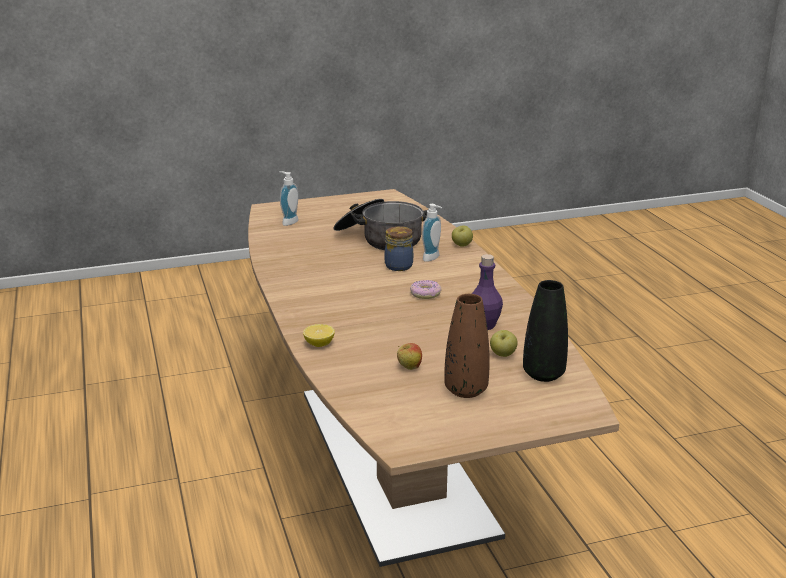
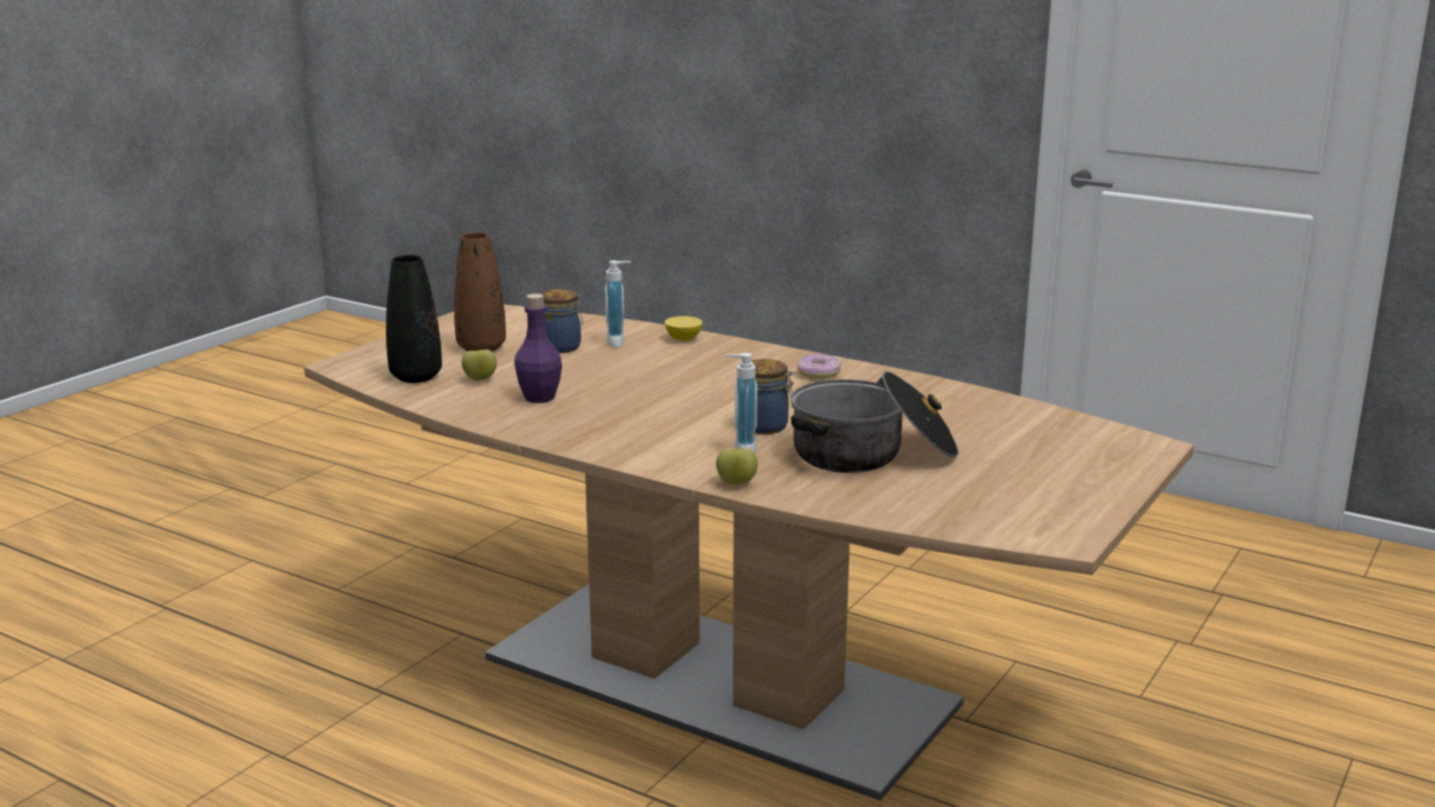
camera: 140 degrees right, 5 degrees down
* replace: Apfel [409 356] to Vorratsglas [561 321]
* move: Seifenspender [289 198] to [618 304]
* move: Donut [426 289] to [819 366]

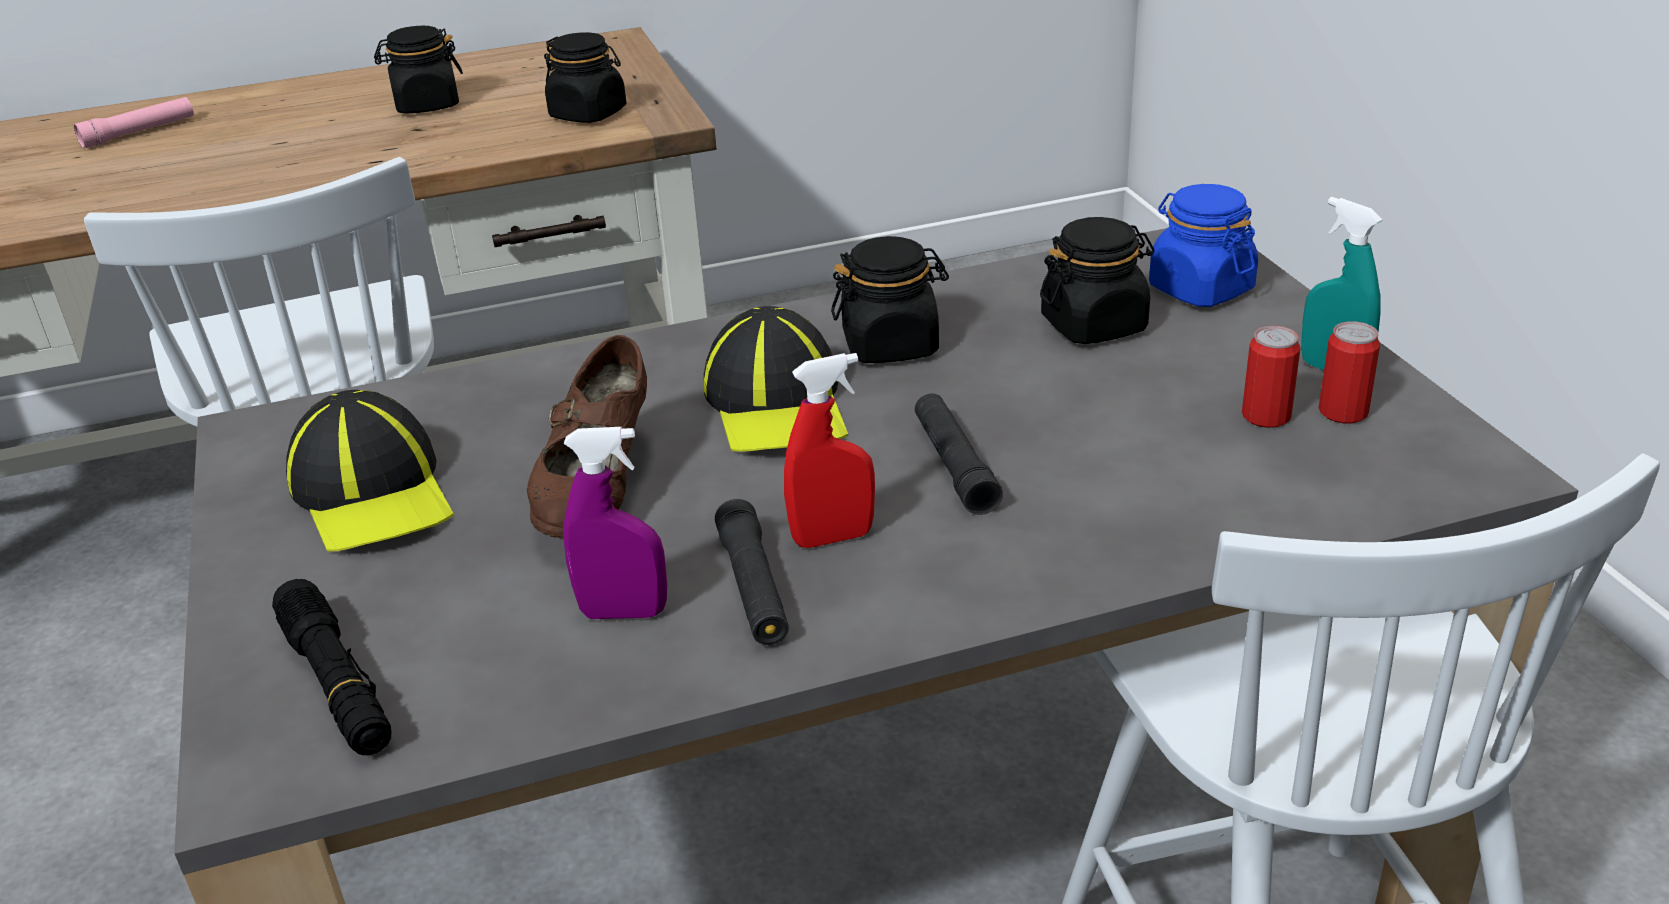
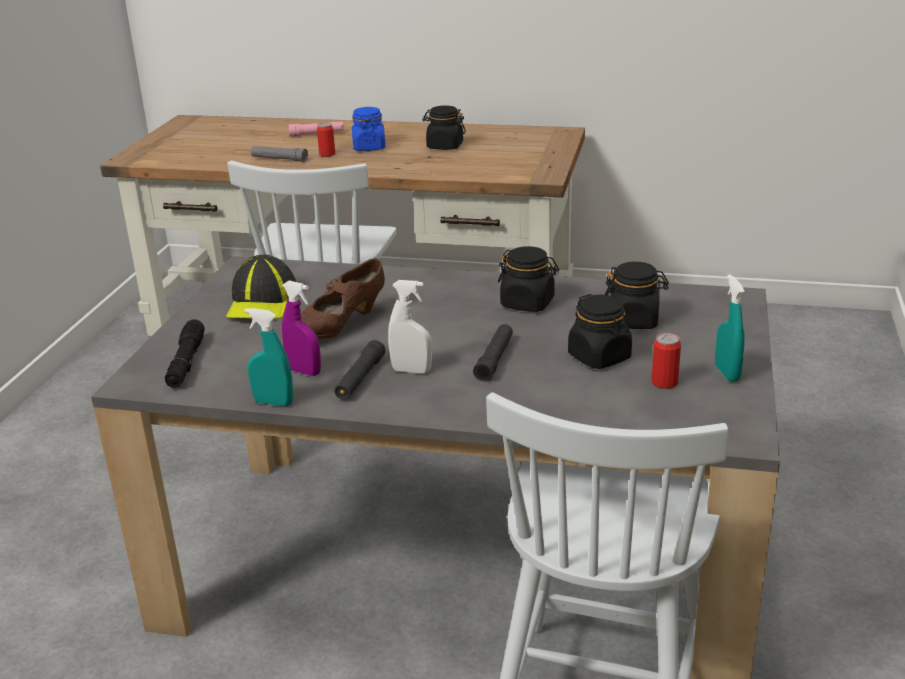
camera: 30 degrees right, 5 degrees down
* insert: Sprühflasche (türkis) [268 357]
* insert: Taschenlampe (grau) [279 154]
* move: Dose [1349 372] to [326 139]
* move: Vorratsglas (blau) [1203 245] to [368 129]
* recolor: Sprühflasche (rot) [829 450] to Sprühflasche (weiß) [410 327]
* move: Vorratsglas (schwarz) [585 77] to [600 331]
* delete: Kappe [776 379]

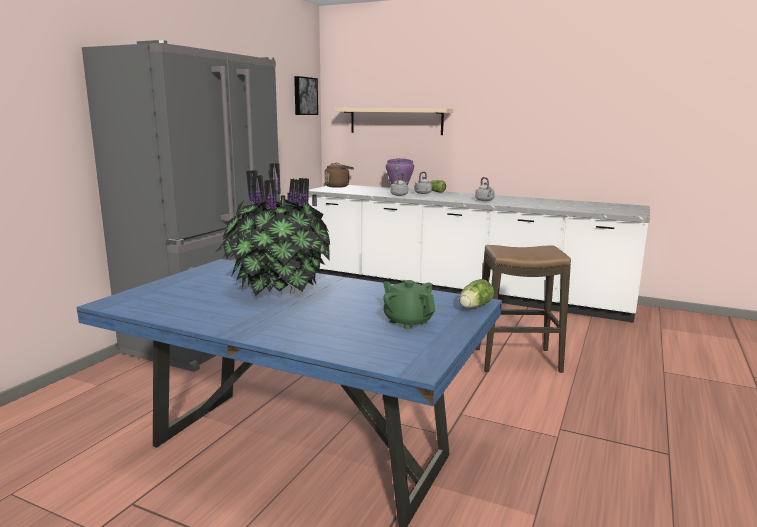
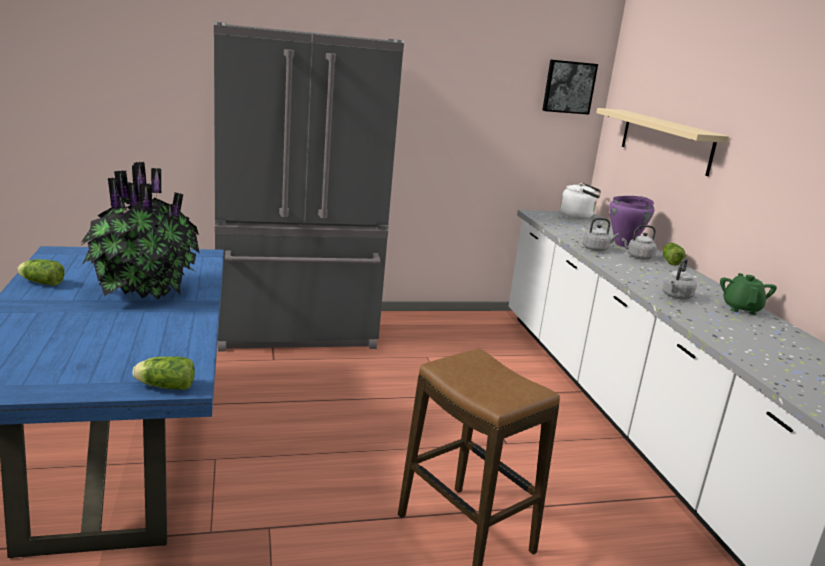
camera: 50 degrees right, 5 degrees up
* insert: Salatkopf [41 272]
* recolor: Wasserkessel (braun) [339 175] to Wasserkessel (weiß) [580 201]
* move: Teekanne (grün) [409 304] to [748 294]

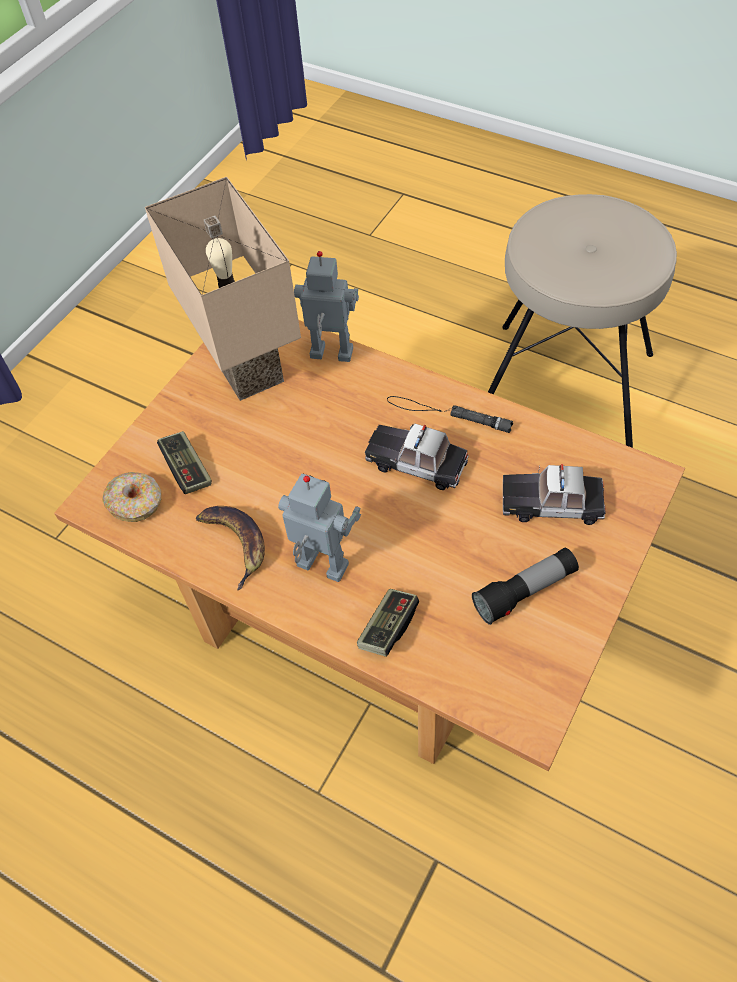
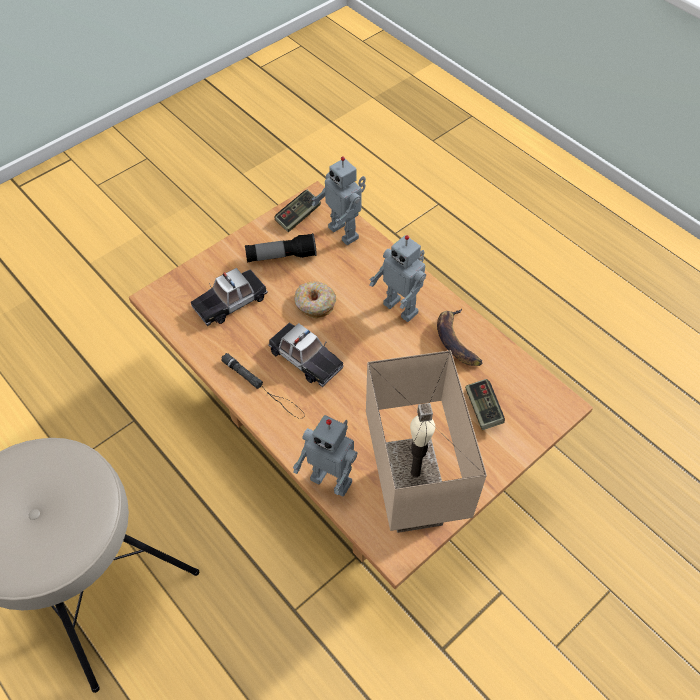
camera: 165 degrees left, 0 degrees up
* rotate: Spielzeugauto [554 494] = [229 297] 120 degrees clockwise
* move: Gamepad [388 623] to [297 211]
* move: Donut [132 497] to [315 300]
* insert: Spielzeugroboter [339 201]

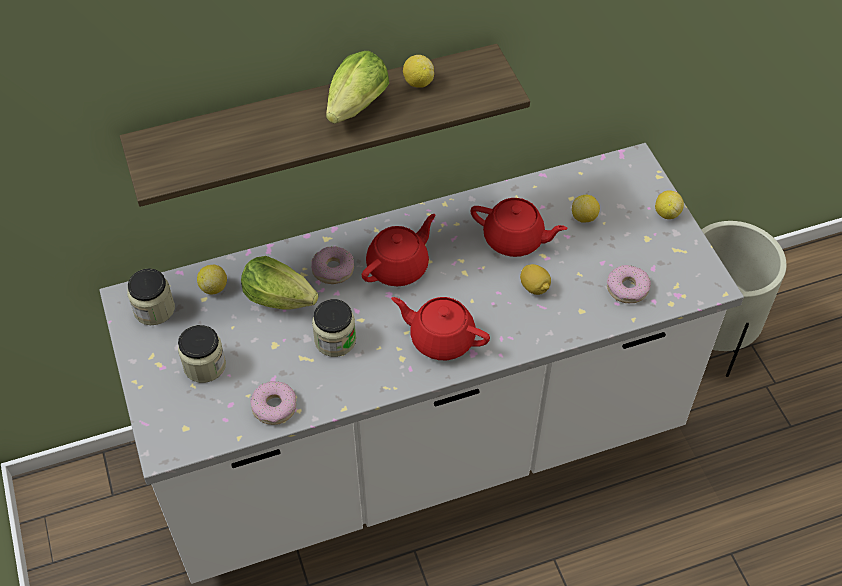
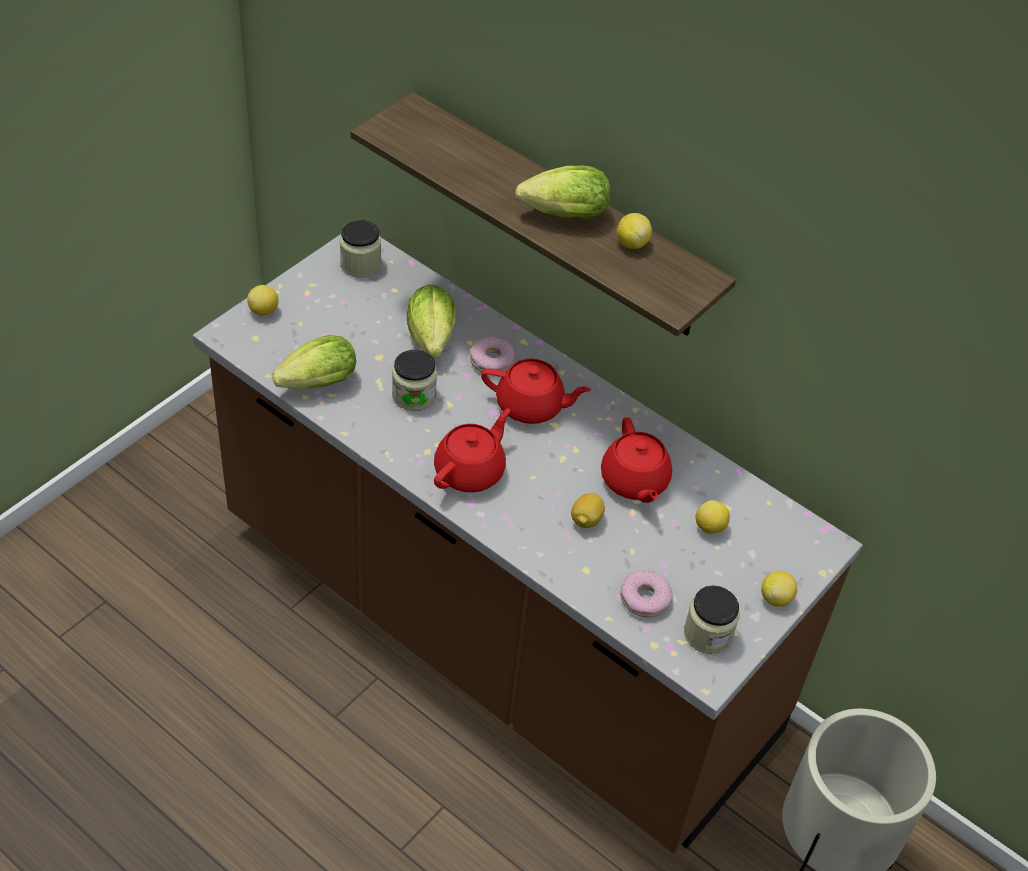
camera: 55 degrees right, 5 degrees down
* recolor: Küchenzeile (weiß) [421 363] to Küchenzeile (braun) [528 543]
* move: Zitrone [212 280] to [262 300]
* replace: Donut [273 403] to Salatkopf [314 362]
* rotate: Teekanne (rot) [440 328] = [472 450] 45 degrees clockwise
* move: Vorratsglas [202 354] to [711 619]

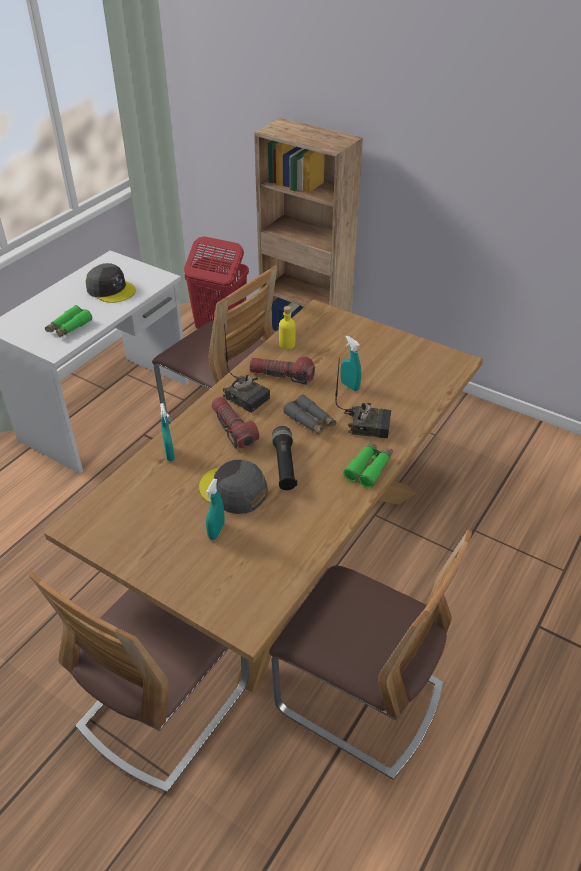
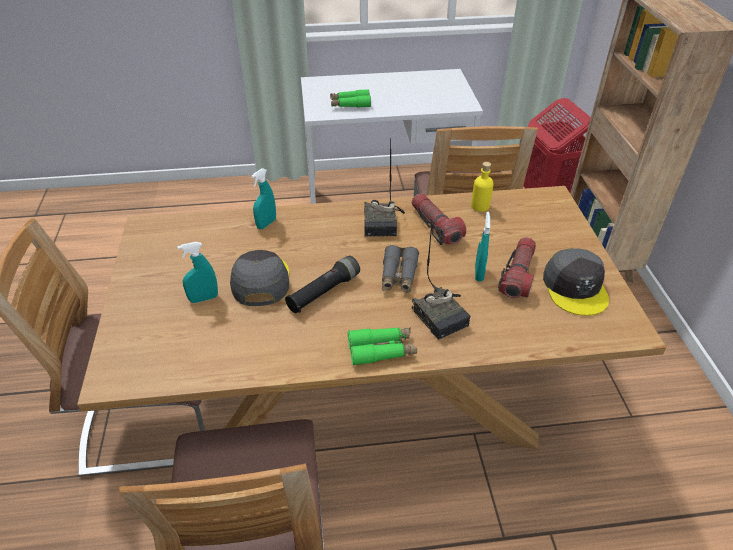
camera: 50 degrees right, 0 degrees up
* move: Taschenlampe [235 423] to [517 267]
* move: Kappe (grau) [111 283] to [576 282]

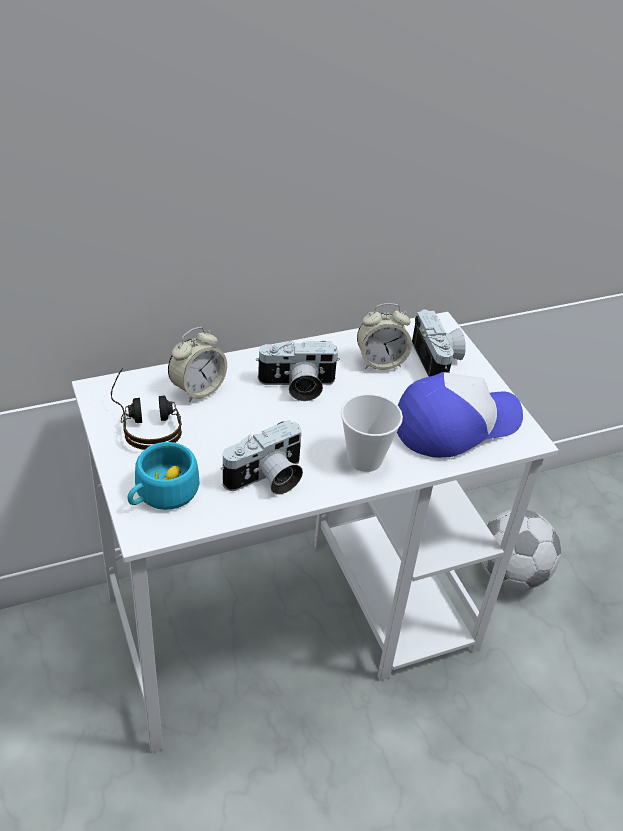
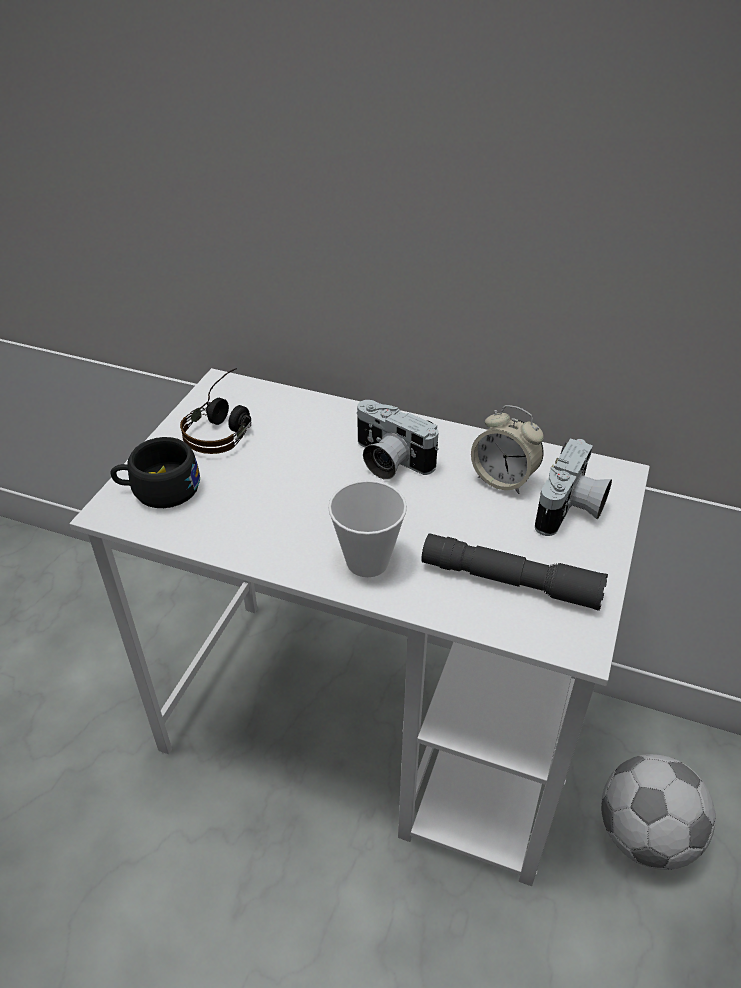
camera: 45 degrees right, 0 degrees up
* recolor: Tasse (türkis) [163 476] to Tasse (schwarz) [155 472]
* replace: Kappe [460 415] to Taschenlampe (grau) [514 572]
* delete: Wecker [197 364]
* delete: Kamera [262 457]

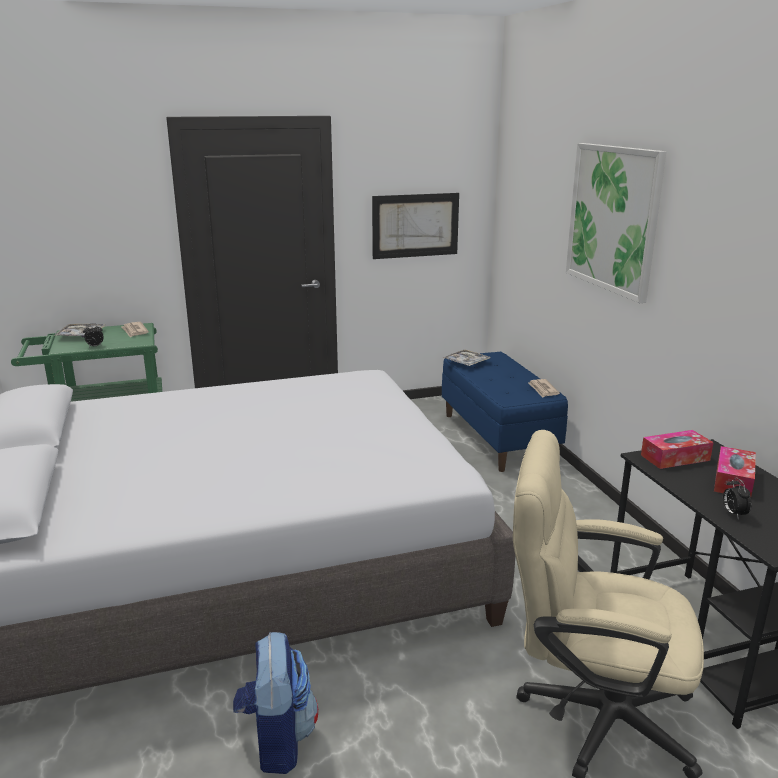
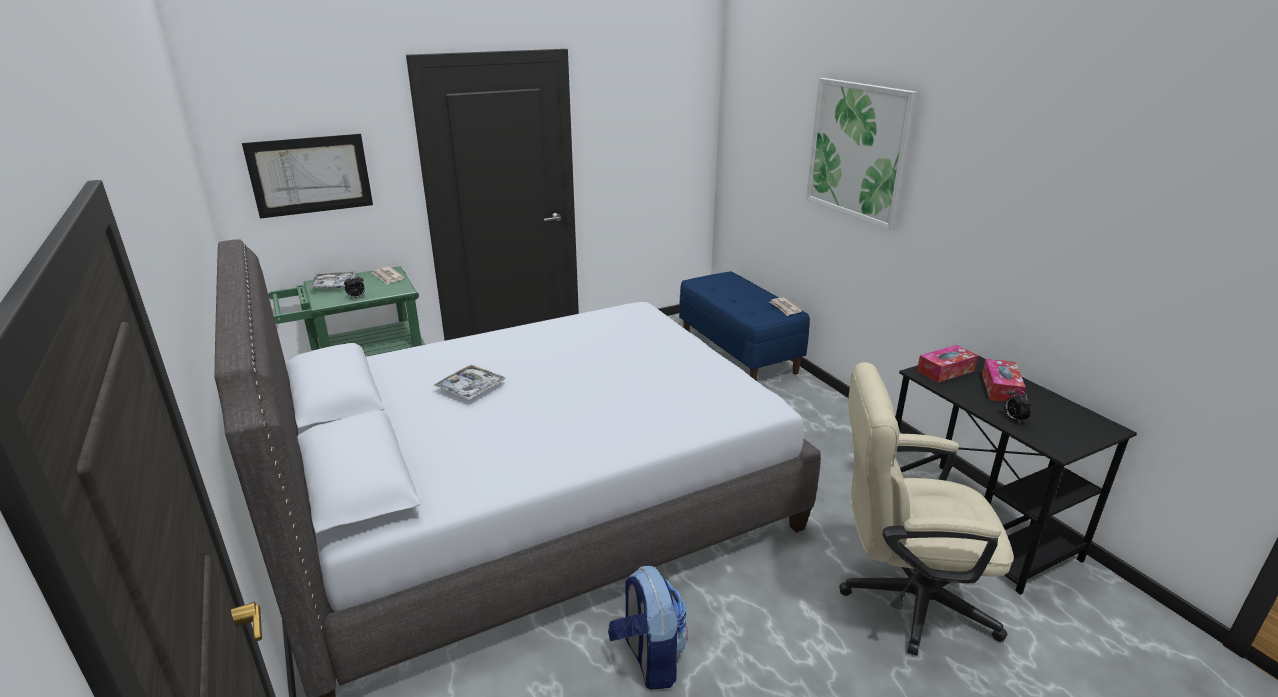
camera: 10 degrees left, 5 degrees up
* move: Bild [415 226] to [307 176]
* move: Tablett [467 358] to [469 382]

